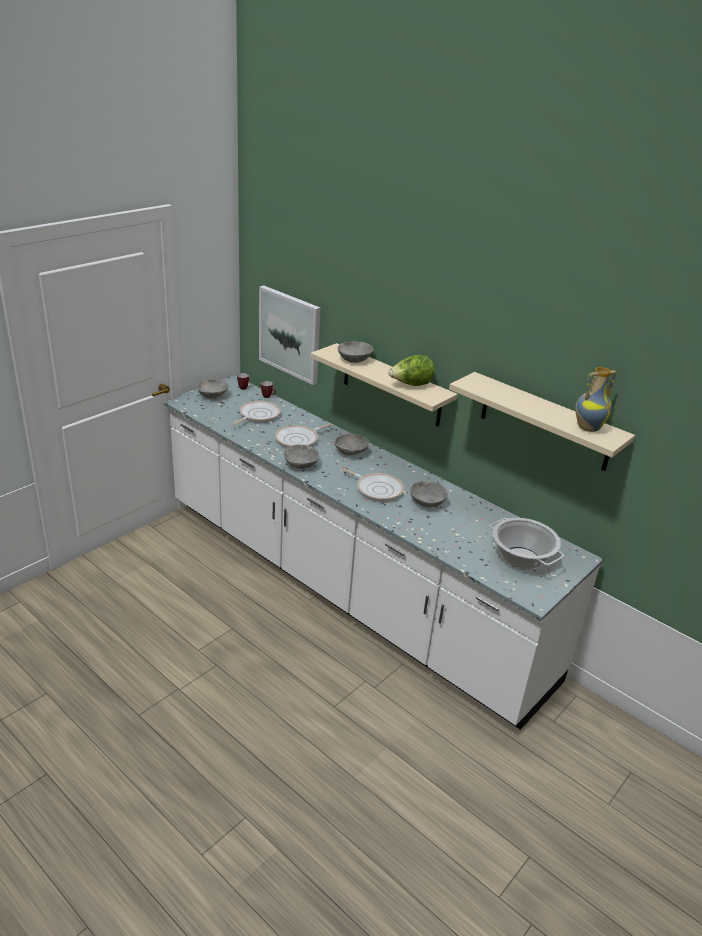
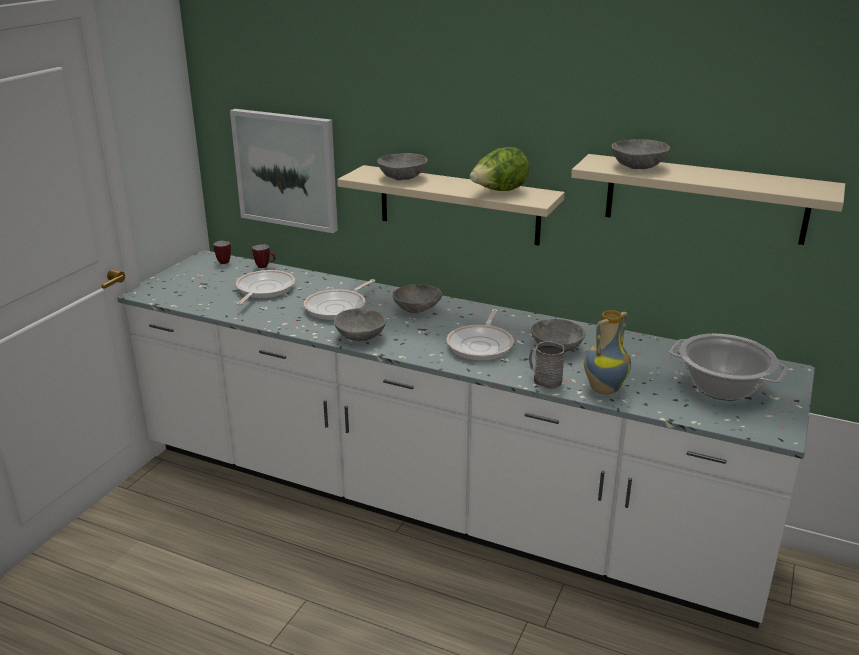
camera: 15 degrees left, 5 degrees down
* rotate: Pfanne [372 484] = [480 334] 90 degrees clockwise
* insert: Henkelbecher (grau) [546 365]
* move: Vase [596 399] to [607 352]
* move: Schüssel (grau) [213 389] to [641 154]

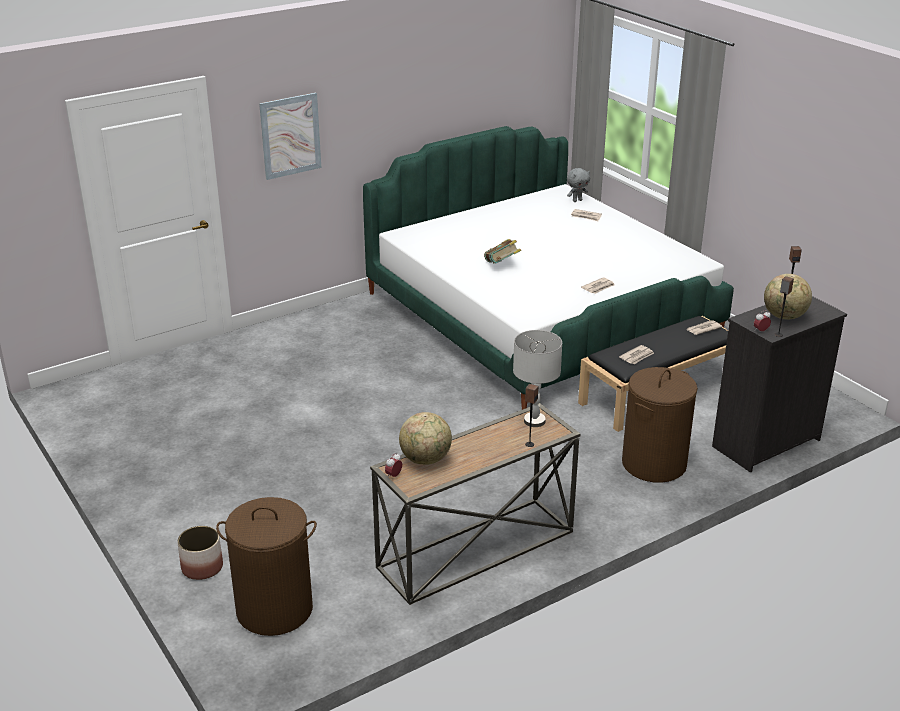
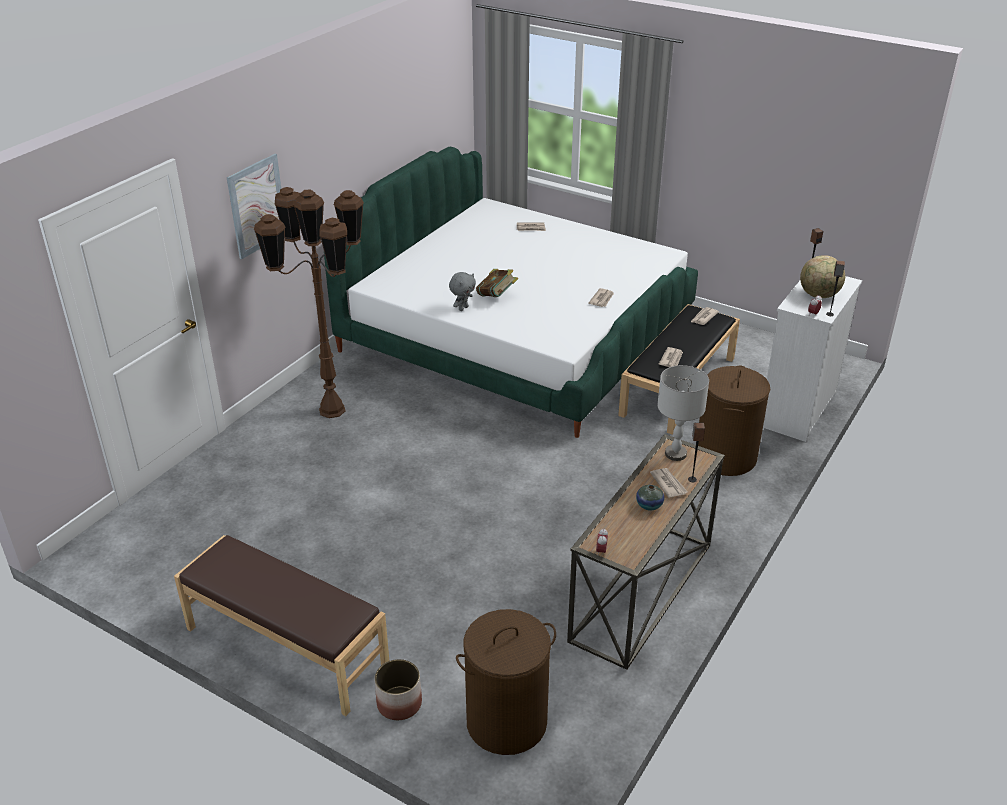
camera: 25 degrees left, 5 degrees up
* insert: Bank (braun) [281 625]
* insert: Stehlampe (braun) [309 302]
* move: Plüschtier (grau) [578 185] to [462 291]
* insert: Vase [650 498]
* insert: Zeitung [669 483]
* recolor: Kommode (schwarz) [779 384] to Kommode (weiß) [812 359]
* delete: Globus [425 438]

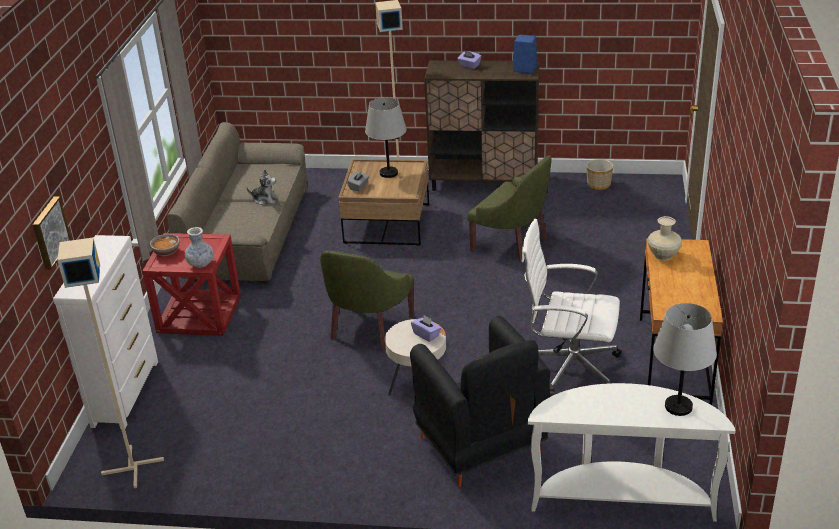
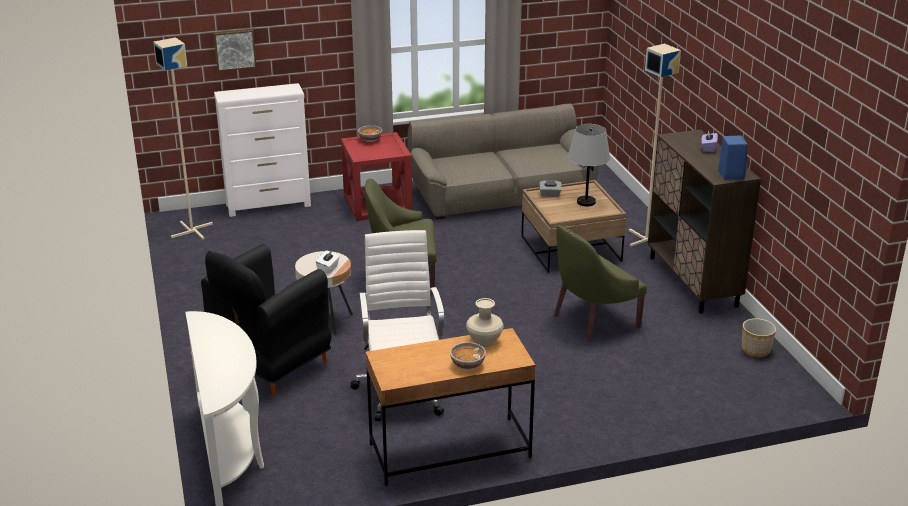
camera: 65 degrees right, 5 degrees down
* recolor: Taschentuchbox (lila) [426 328] to Taschentuchbox (weiß) [328 261]
* insert: Schüssel [468 356]
* rotate: Sessel (grün) [509 209] = [600 283] 45 degrees clockwise
* delete: Vase [199 247]
* delete: Plüschtier [262 187]
* delete: Tischlampe (grau) [685 359]

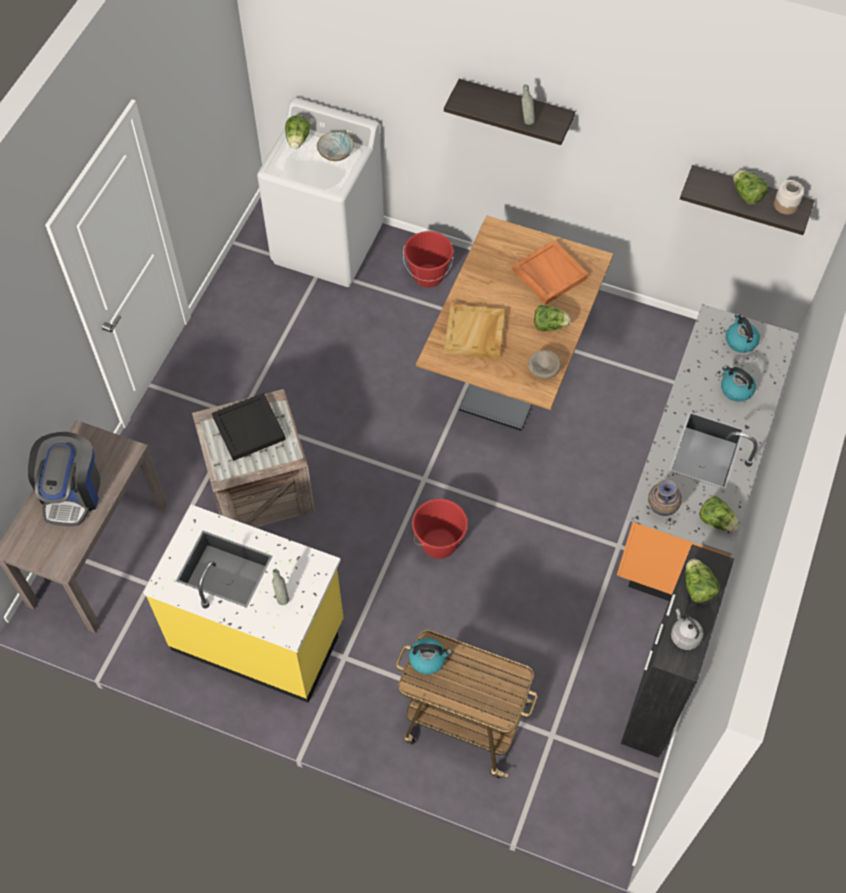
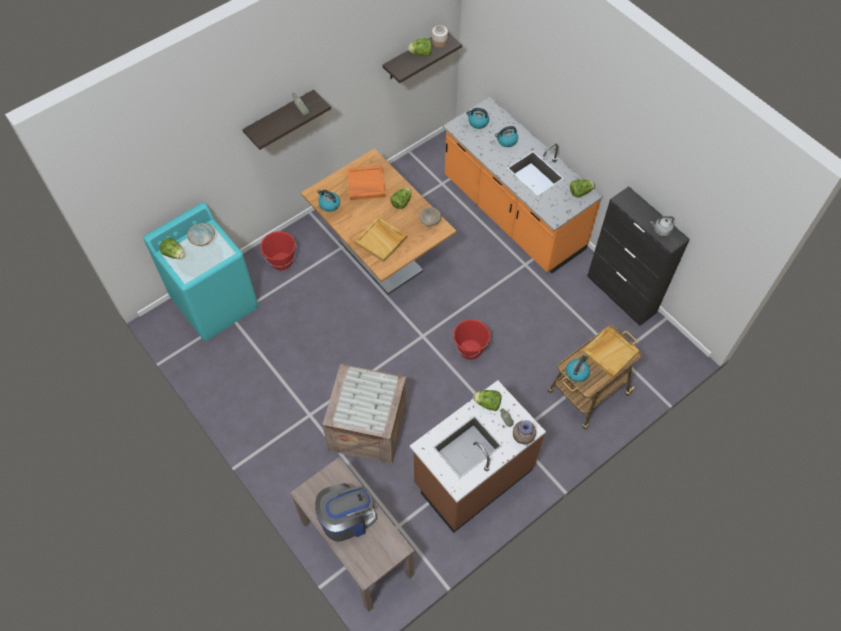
camera: 60 degrees left, 0 degrees up
* recolor: Waschmaschine (weiß) [320 192] to Waschmaschine (türkis) [200 271]
* rotate: Kaffeemaschine [64 479] = [346 513] 60 degrees counterclockwise
* insert: Wasserkessel [328 201]
* recolor: Küchenzeile (gelb) [243 604] to Küchenzeile (braun) [478 456]
* move: Salatkopf [702 581] to [487 400]
* move: Vase [665 497] to [524 432]
* insert: Tablett (beige) [610 352]
* delete: Tablett (schwarz) [249 427]

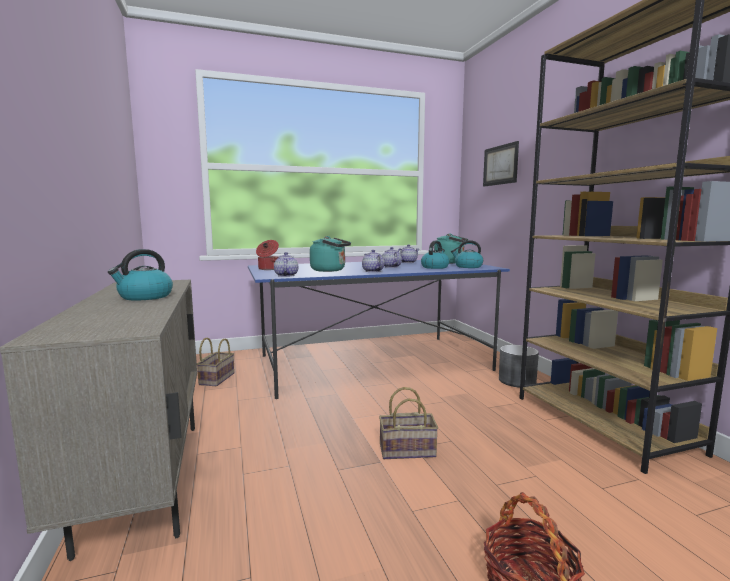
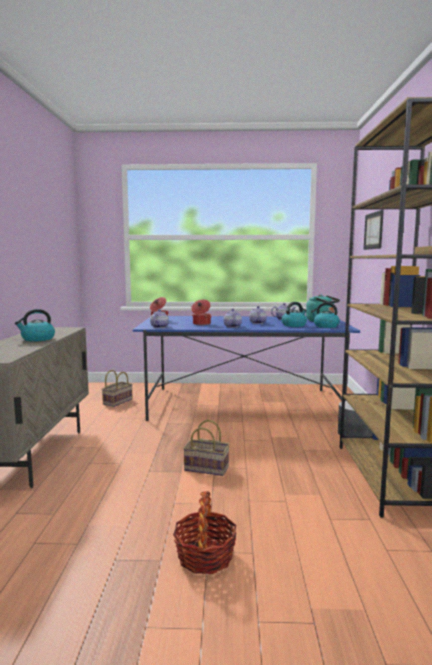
camera: 20 degrees right, 0 degrees up
* replace: Wasserkessel (türkis) [330 254] to Kochtopf [201 312]

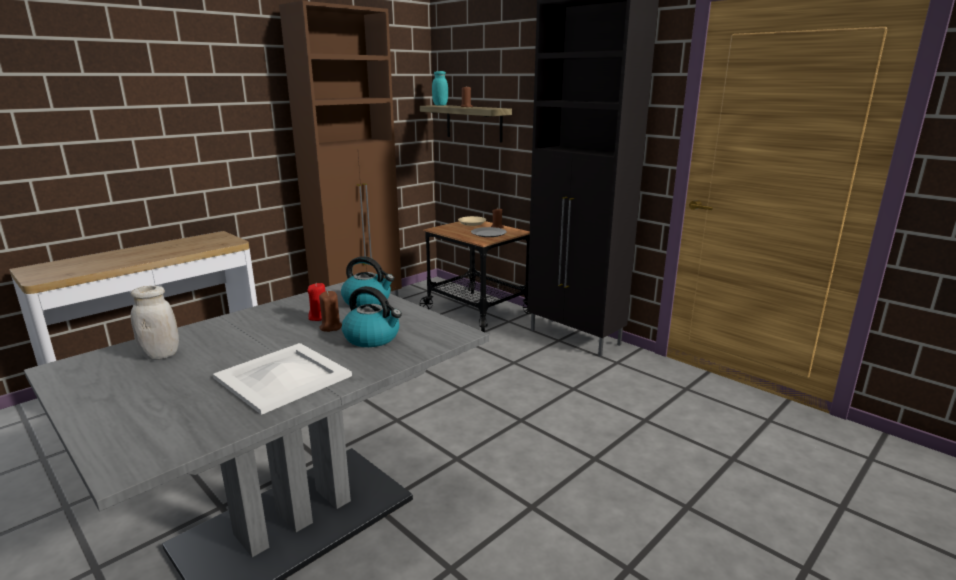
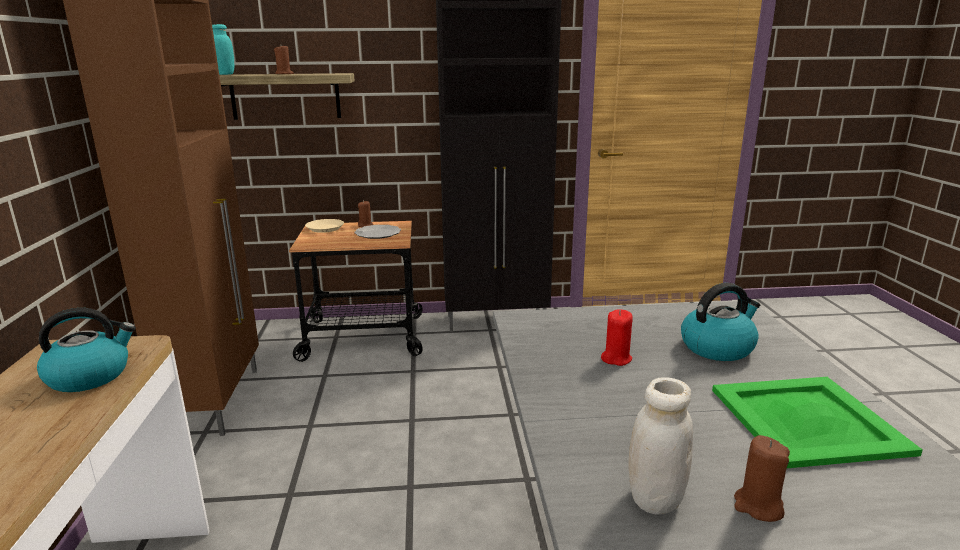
camera: 50 degrees left, 0 degrees up
* move: Wasserkessel [367 281] to [86 350]
* recolor: Tablett (weiß) [282 379] to Tablett (grün) [817 422]
* move: Kerze (braun) [330 311] to [762 478]

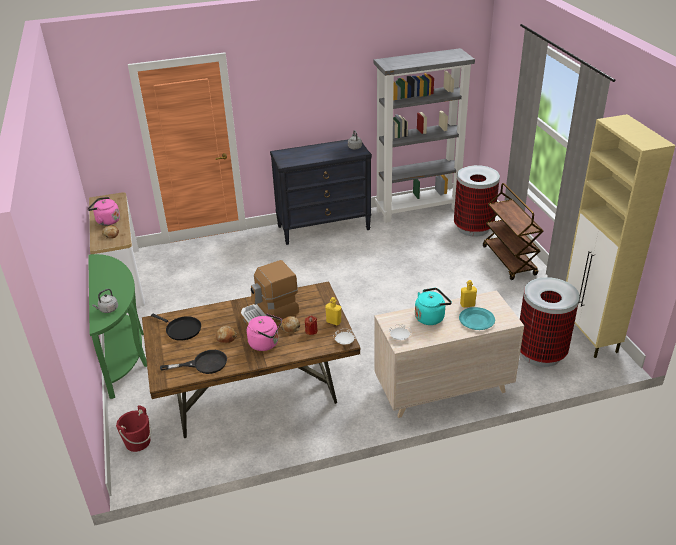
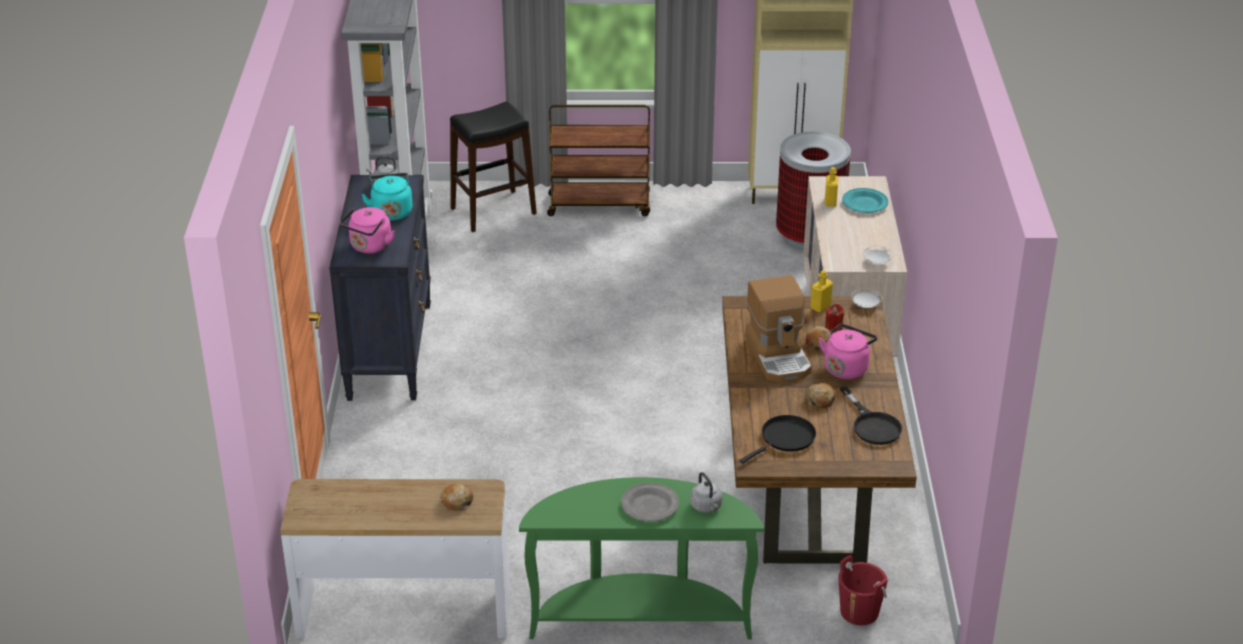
camera: 75 degrees left, 0 degrees up
* move: Wasserkessel (rosa) [103 211] to [367 230]
* move: Wasserkessel (türkis) [433 306] to [387 197]
* replace: Mülleimer [477 201] to Hocker (schwarz) [493 167]
* insert: Teller (grau) [650 502]
* rotate: Pfanne (schwarz) [193 362] = [871 415] 150 degrees clockwise

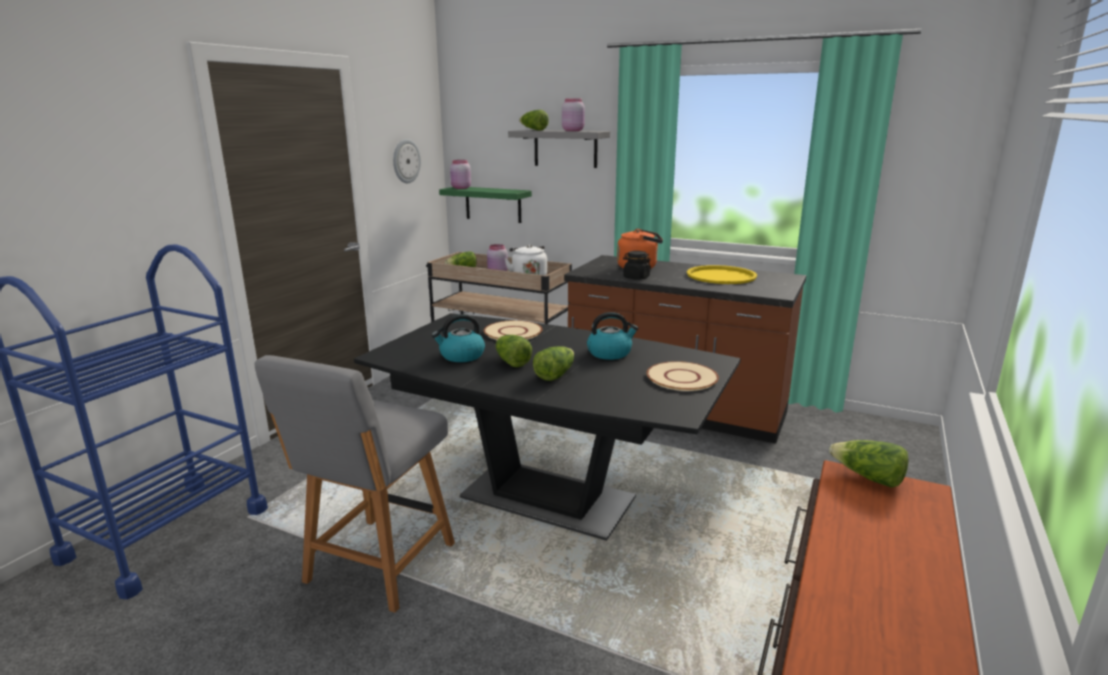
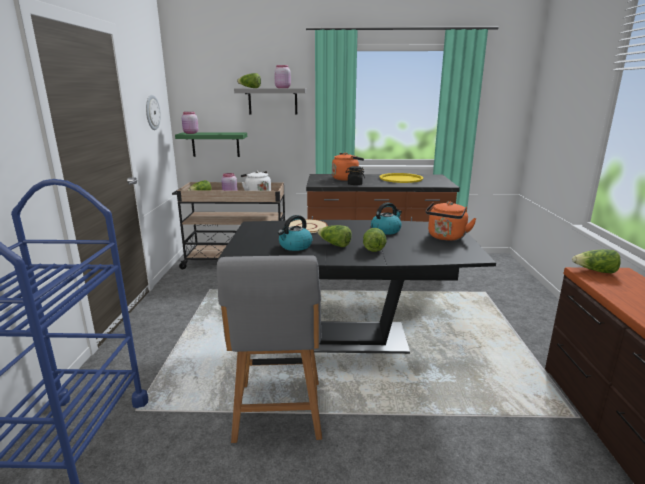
camera: 25 degrees left, 0 degrees up
* replace: Teller (beige) [683 376] to Wasserkessel (orange) [451 221]

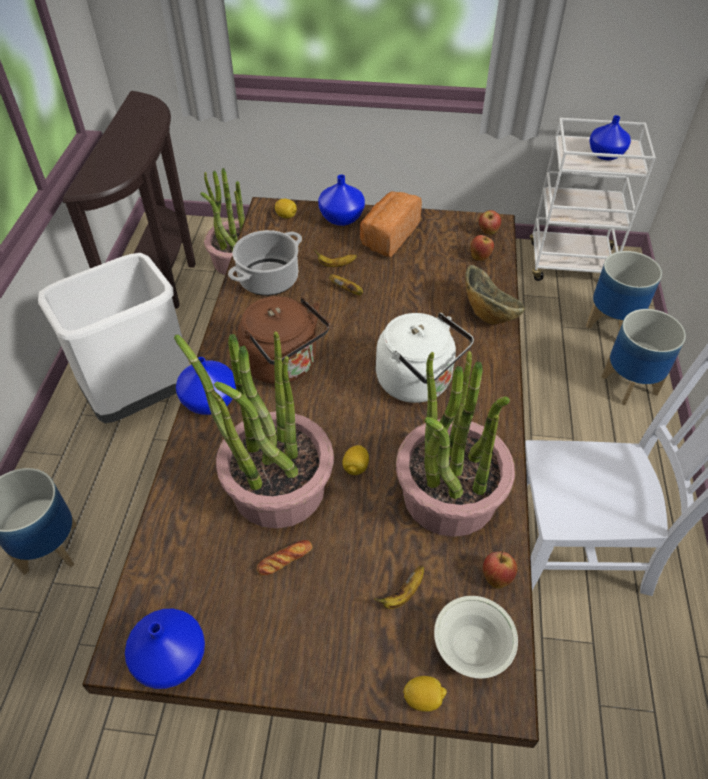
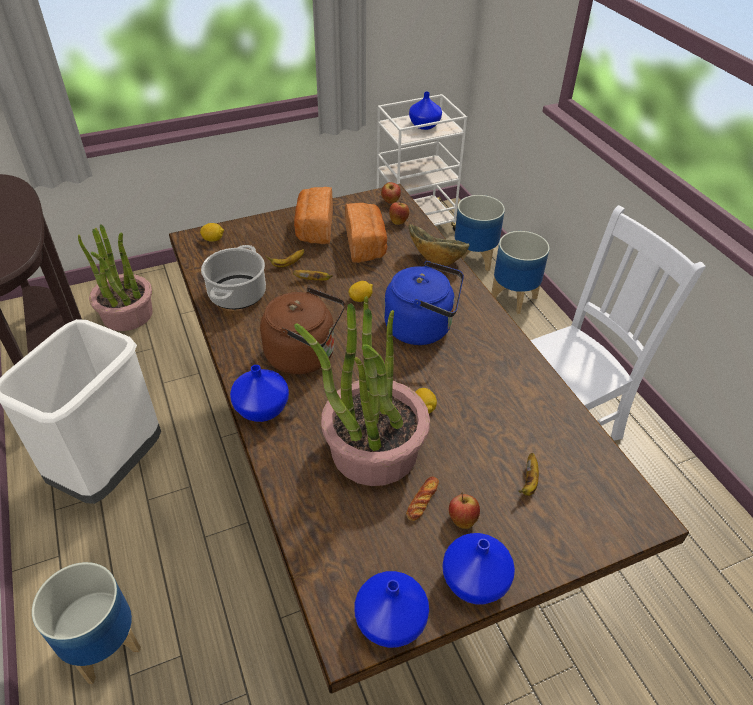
camera: 30 degrees left, 5 degrees down
* insert: Brot [366 233]
* move: Zitrone [425 694] to [361 291]
* recolor: Wasserkessel (weiß) [425 358] to Wasserkessel (blau) [424 303]
* move: Vase (blau) [341 200] to [478 569]
* move: Apfel [500 569] to [464 510]
* delete: Topfpflanze [455 444]
* delete: Schüssel (weiß) [476 637]

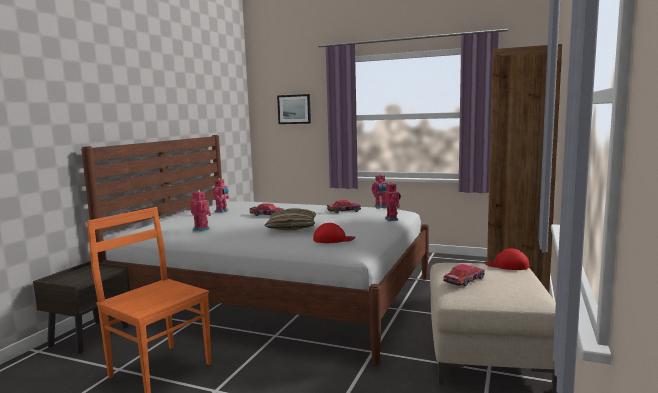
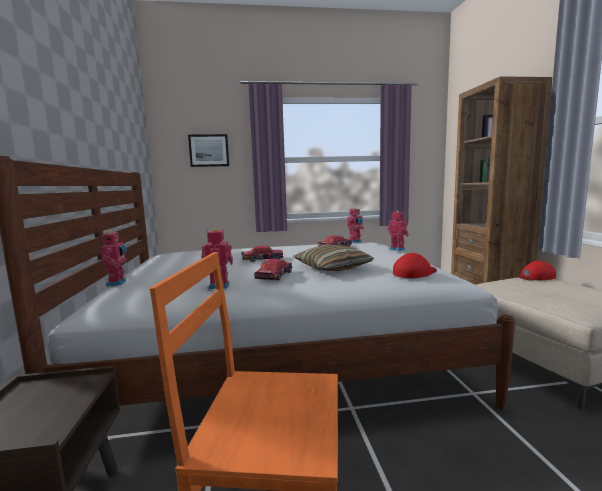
camera: 30 degrees left, 0 degrees up
* move: Spielzeugroboter [221 195] to [114 258]
* move: Spielzeugauto [464 275] to [273 269]

